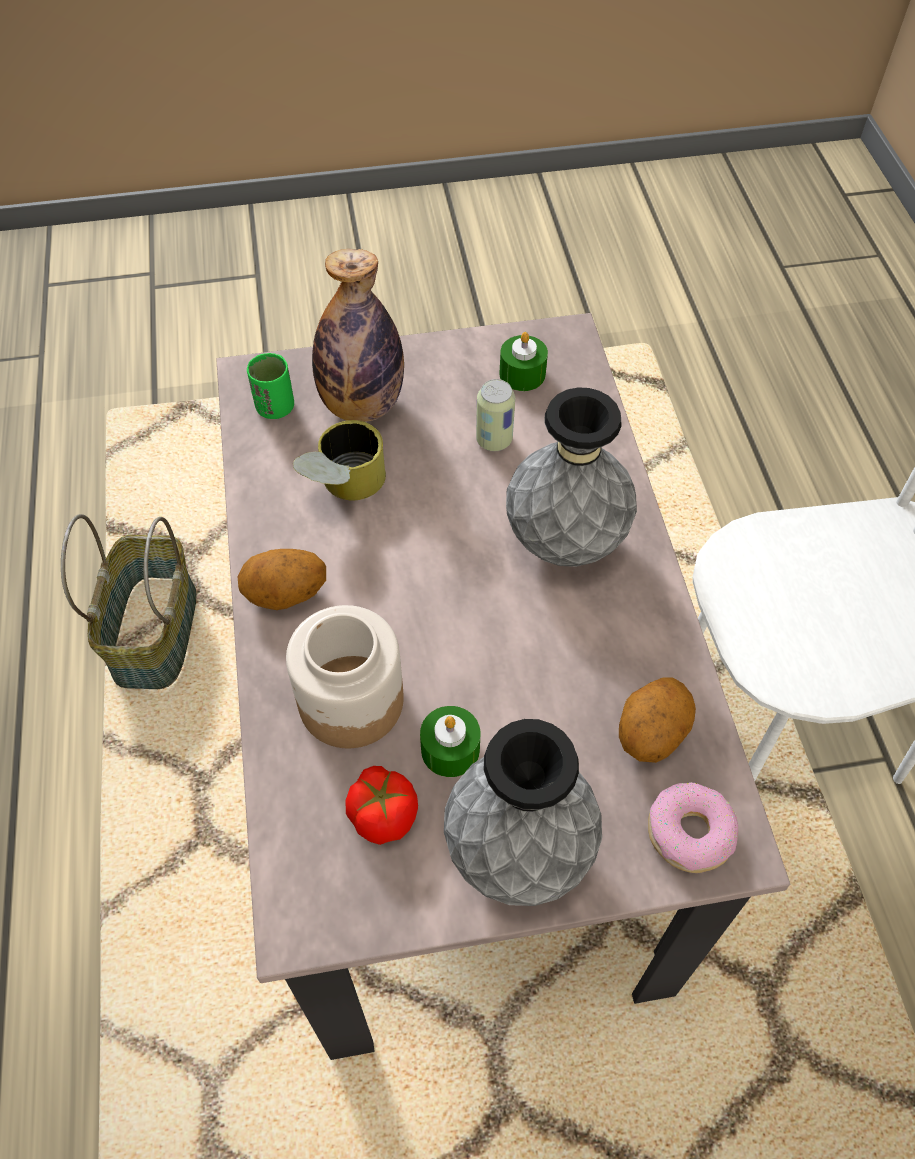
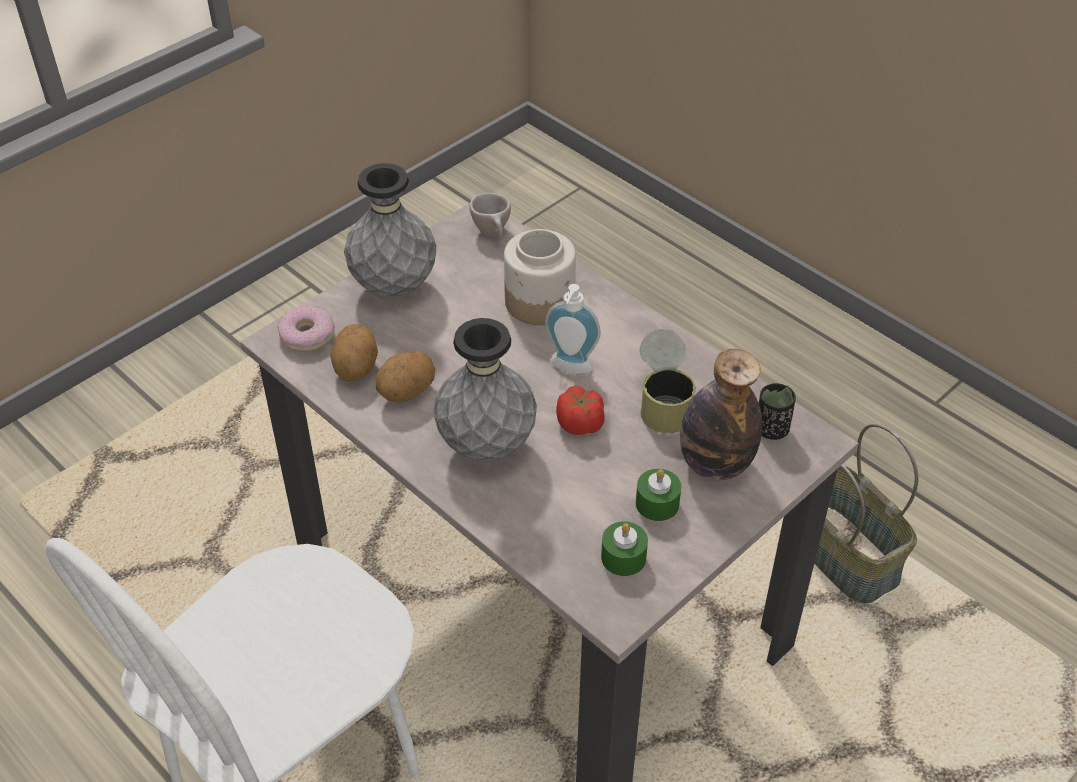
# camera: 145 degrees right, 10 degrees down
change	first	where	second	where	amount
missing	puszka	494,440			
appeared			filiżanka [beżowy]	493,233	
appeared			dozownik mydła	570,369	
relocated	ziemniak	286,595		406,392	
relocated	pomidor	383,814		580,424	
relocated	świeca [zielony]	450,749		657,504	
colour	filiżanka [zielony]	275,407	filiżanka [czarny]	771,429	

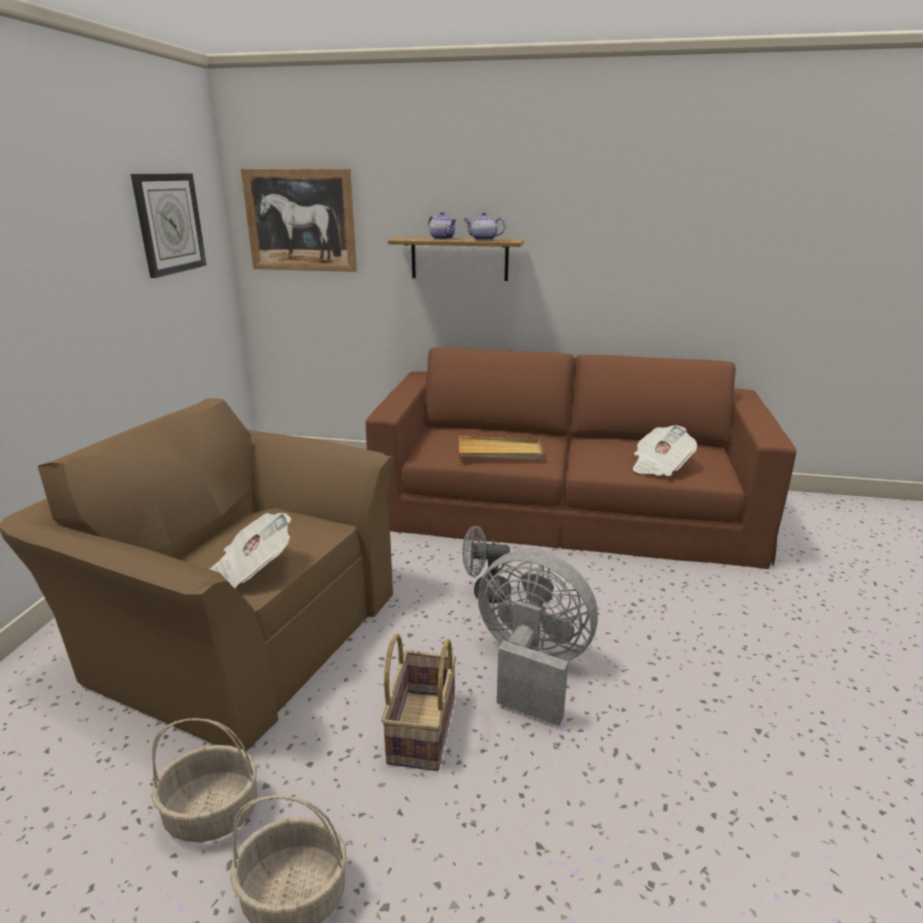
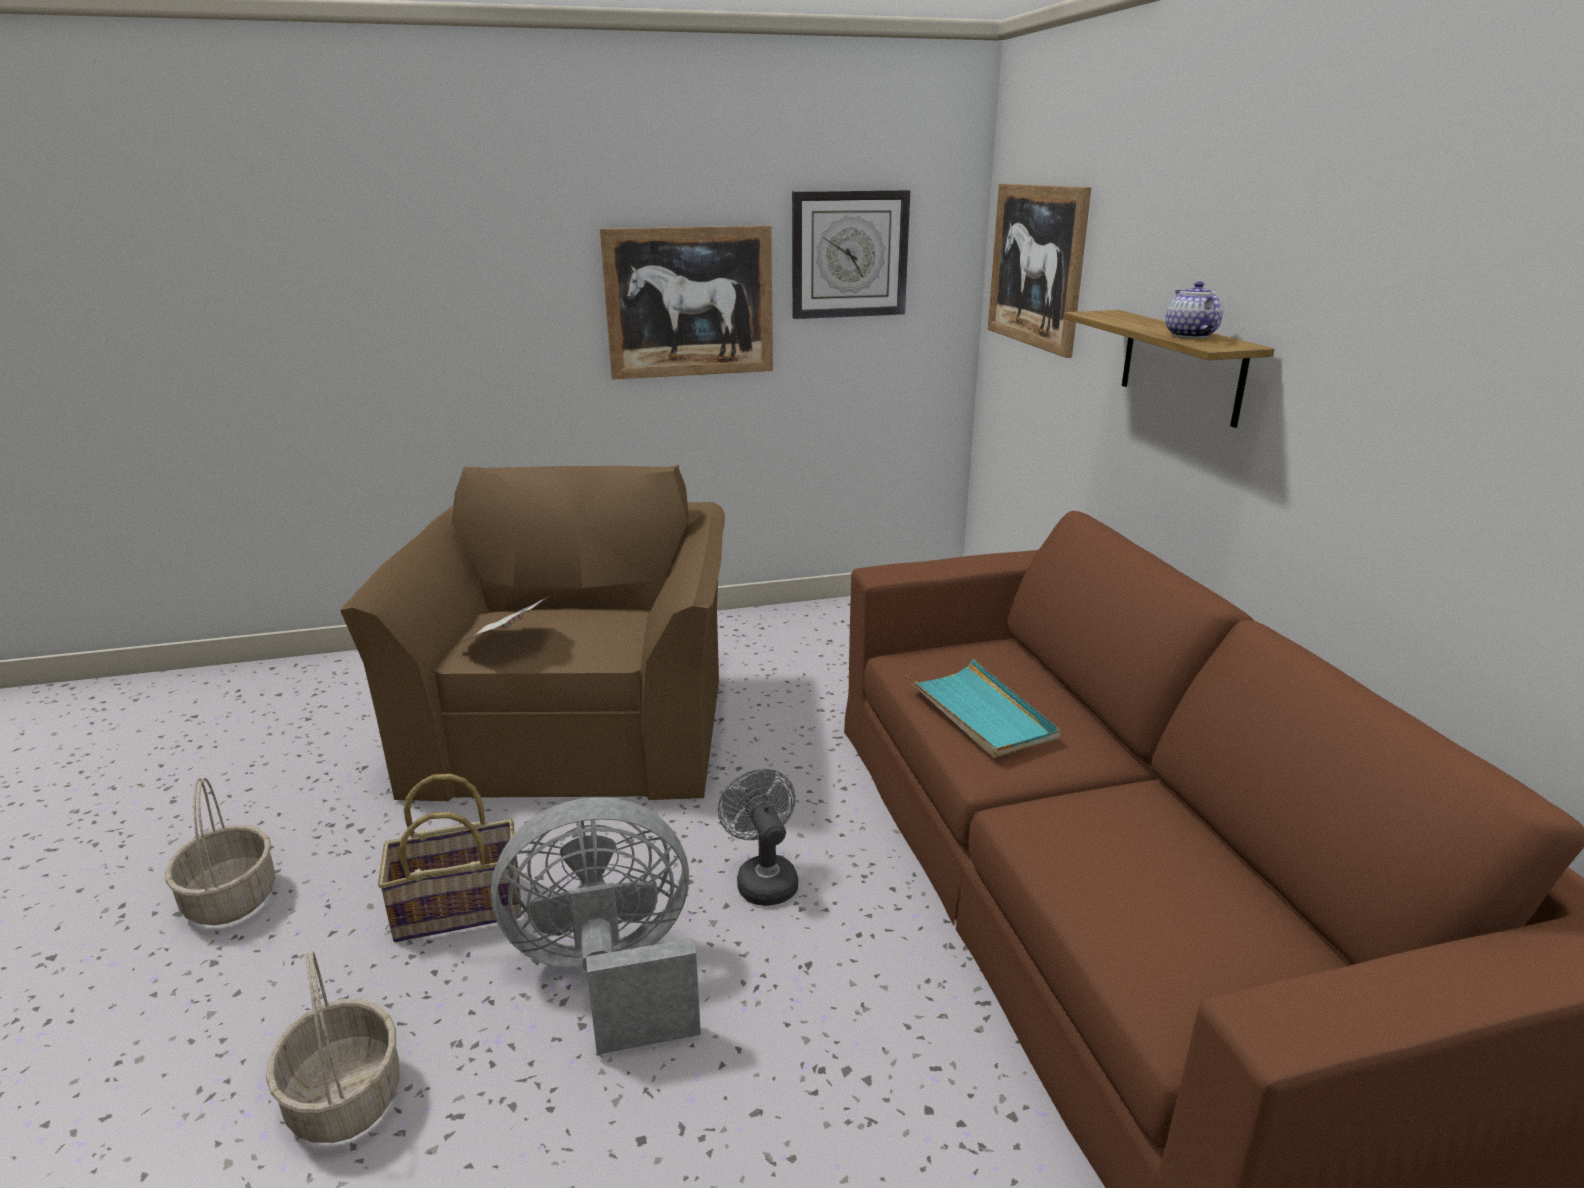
# camera: 65 degrees right, 0 degrees up
change	first	where	second	where	amount
missing	imbryk	443,239			
missing	gazeta	659,466			
appeared			obraz	690,302	
relocated	koszyk	211,814		344,1097	
colour	taca [beżowy]	500,451	taca [turkusowy]	980,713	
spun	wentylator [szary]	531,668		609,976	105 degrees counterclockwise

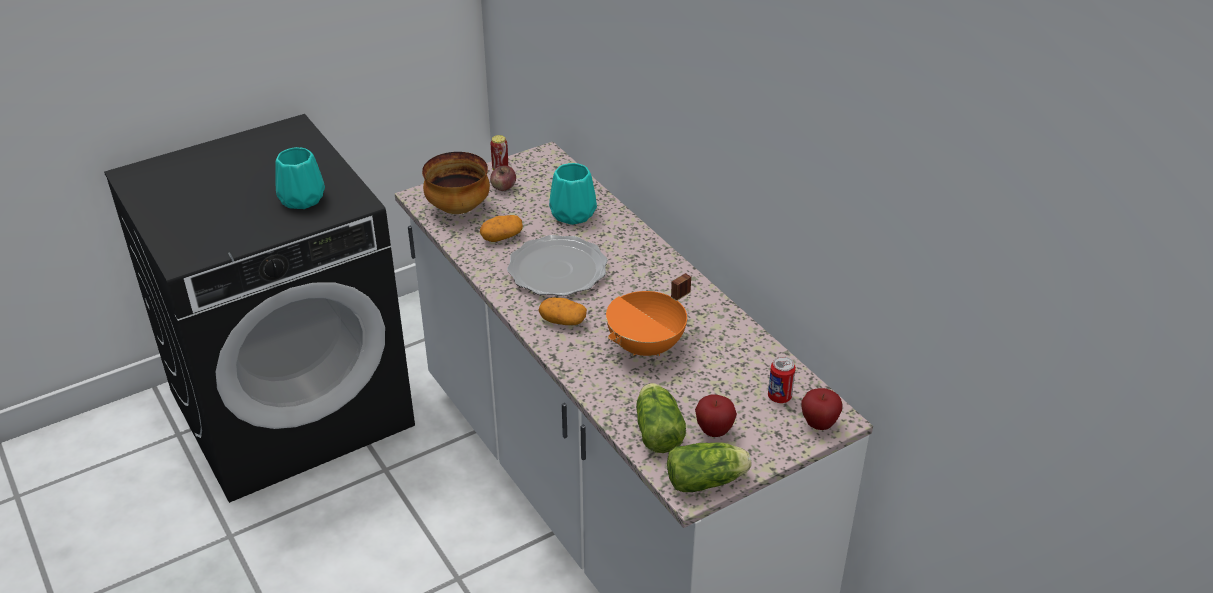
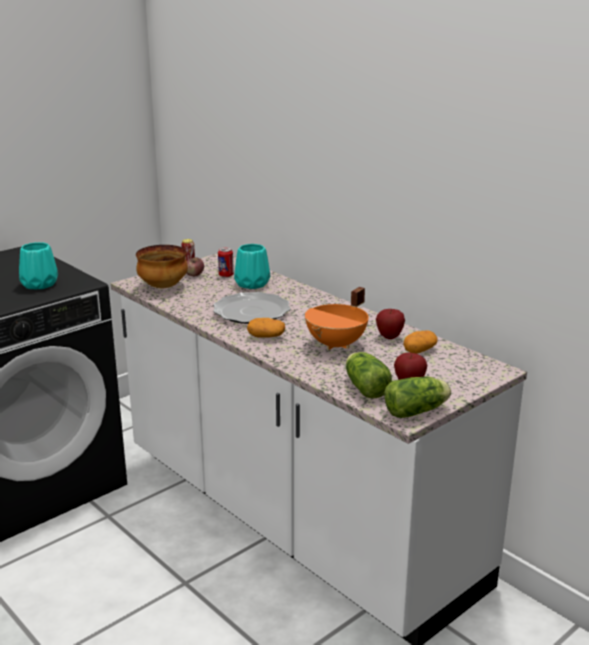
# camera: 10 degrees left, 15 degrees down
change	first	where	second	where	amount
relocated	ziemniak	501,237		419,350	
relocated	puszka	779,397		226,275	
relocated	jabłko	819,424		389,337	

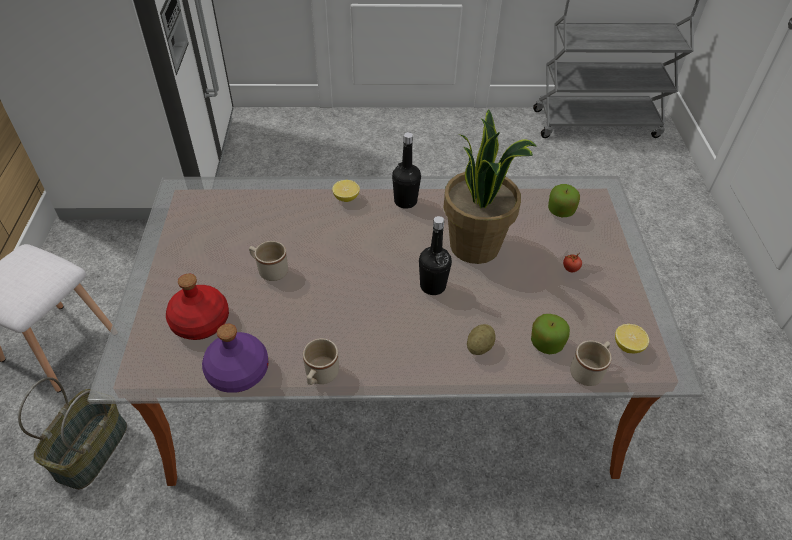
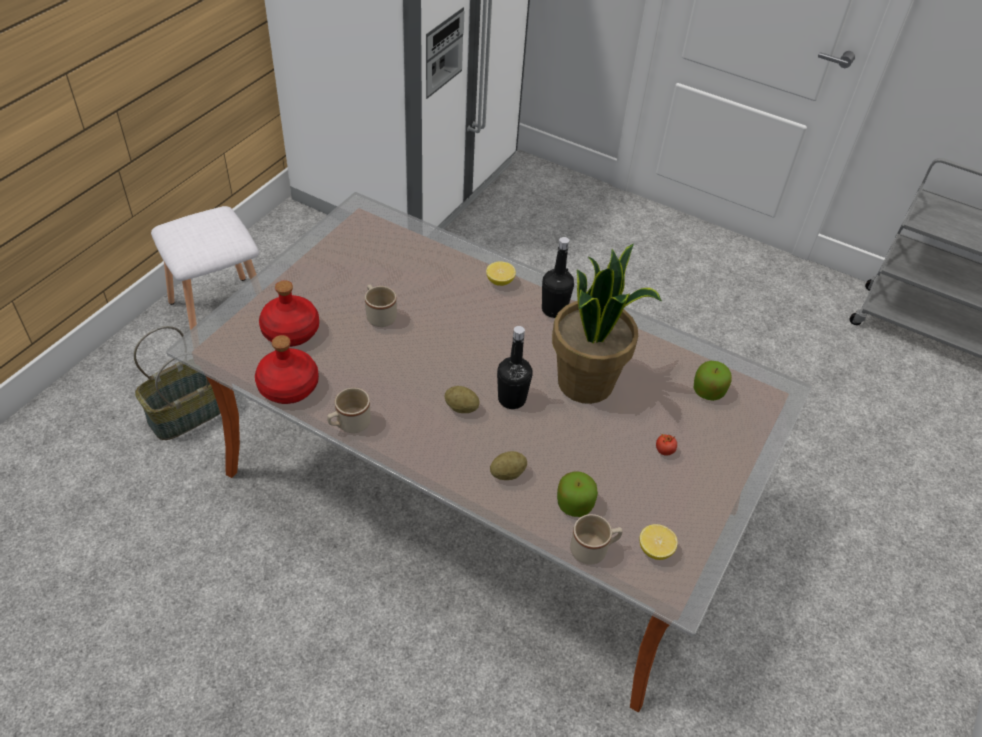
# camera: 30 degrees right, 0 degrees up
change	first	where	second	where	amount
appeared			ziemniak	461,408	
colour	butelka [fioletowy]	237,371	butelka [czerwony]	288,386	

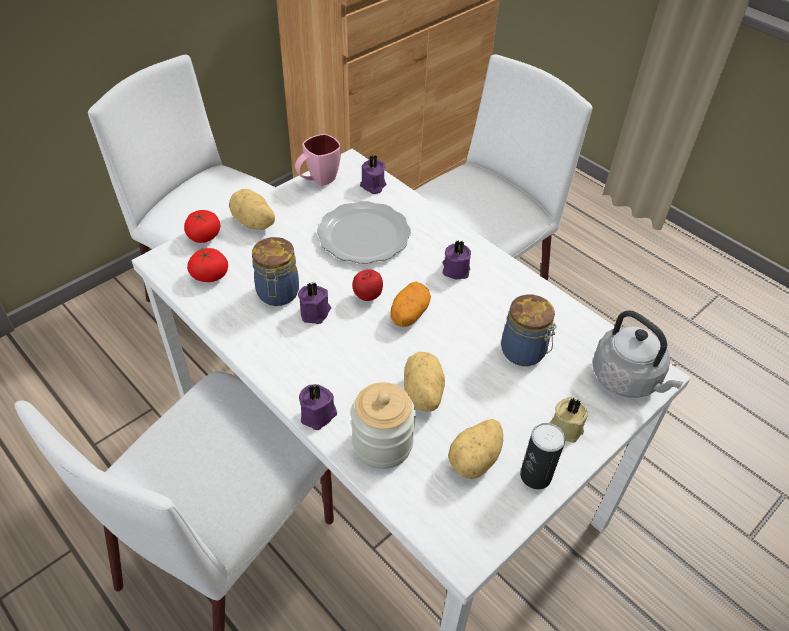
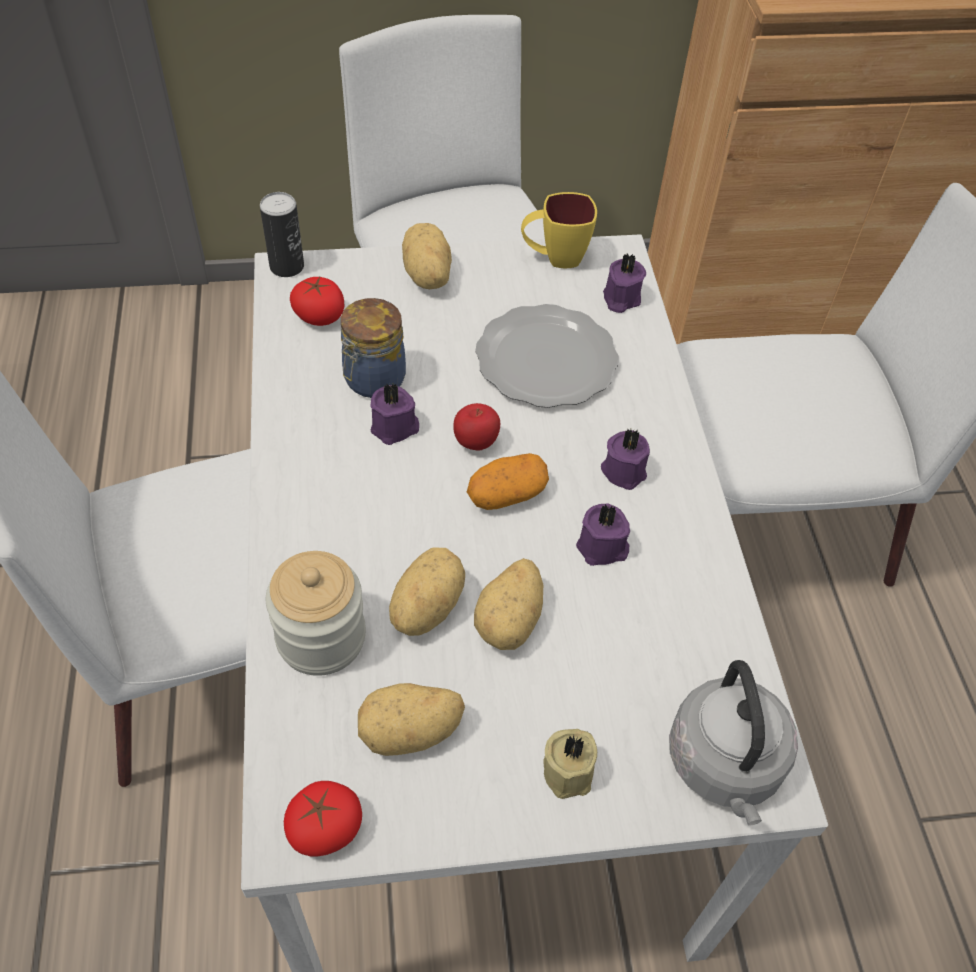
# camera: 35 degrees right, 5 degrees up
change	first	where	second	where	amount
missing	słoik	524,352			
appeared			ziemniak	511,621	
relocated	pomidor	204,236		325,827	
relocated	świeca [fioletowy]	319,415		603,548	
relocated	puszka	535,476		287,266	
colour	kubek [różowy]	318,181	kubek [żółty]	554,258	

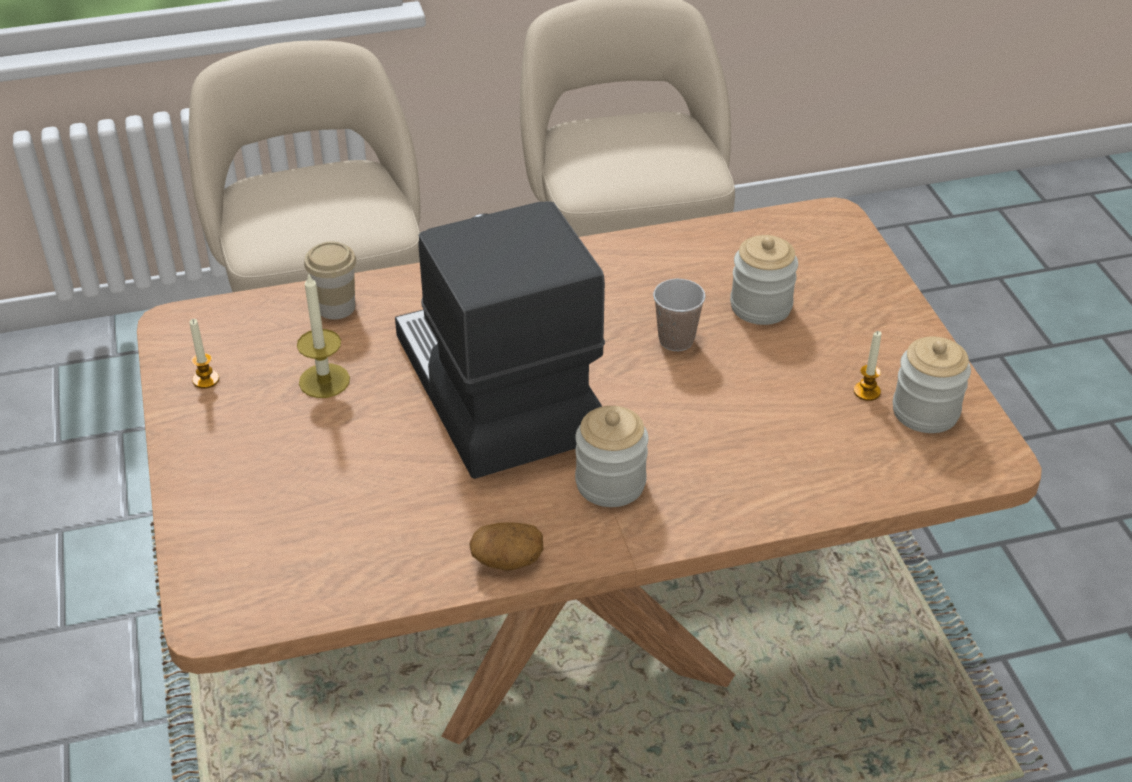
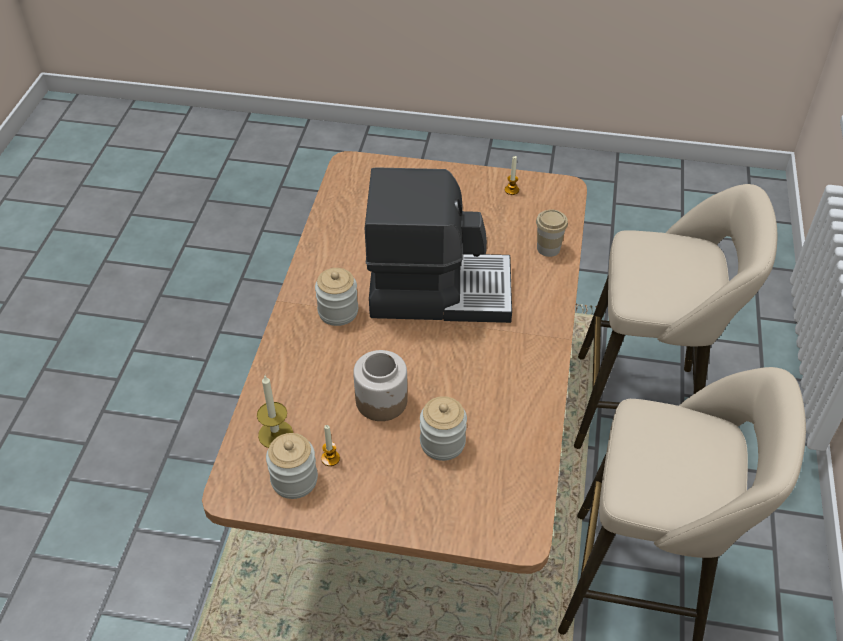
# camera: 115 degrees right, 5 degrees up
change	first	where	second	where	amount
missing	ziemniak	507,559			
missing	filiżanka	676,340			
appeared			słoik	382,400	
relocated	świeca	324,381		275,434	

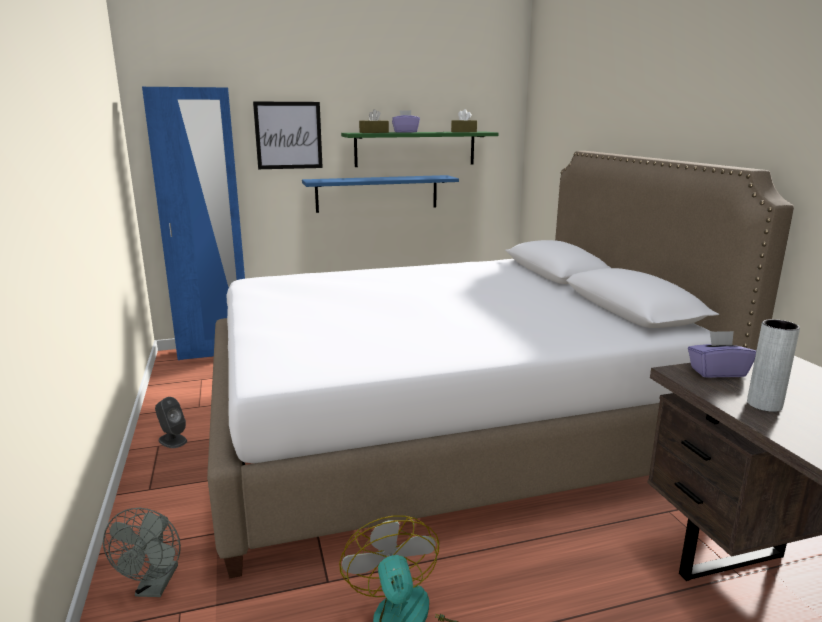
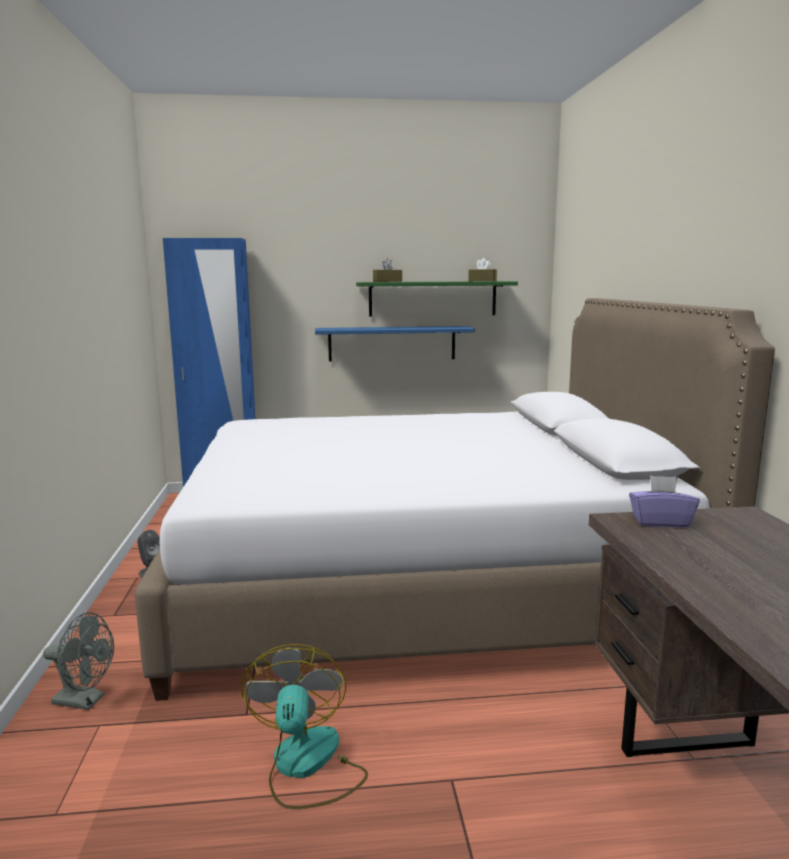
# camera: 10 degrees right, 5 degrees down
change	first	where	second	where	amount
missing	obraz	288,135			
missing	pudełko chusteczek [fioletowy]	405,132			
missing	wazon [szary]	764,404			
spun	wentylator [szary]	154,587		85,701	90 degrees counterclockwise

